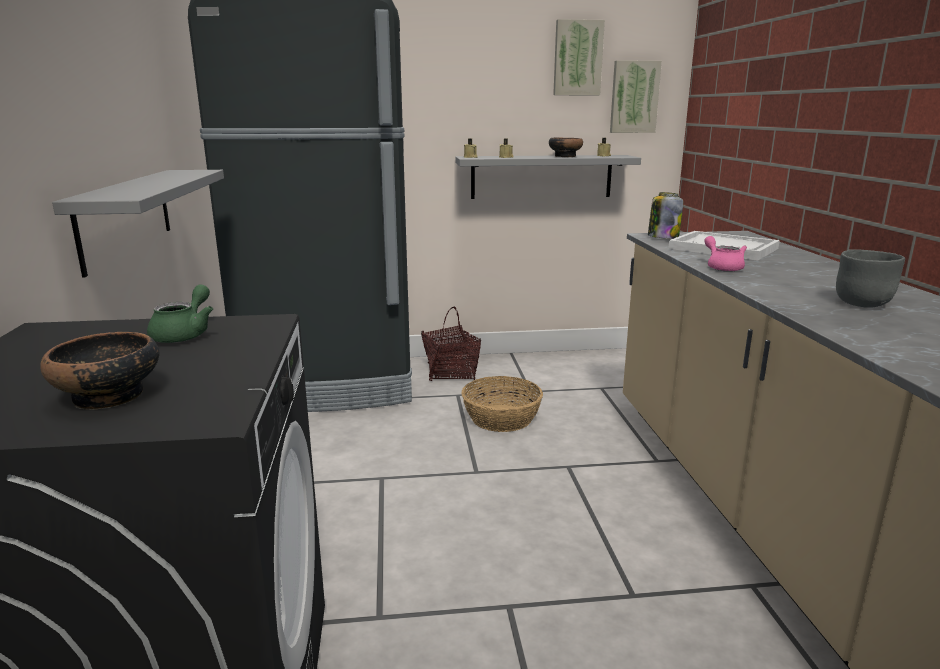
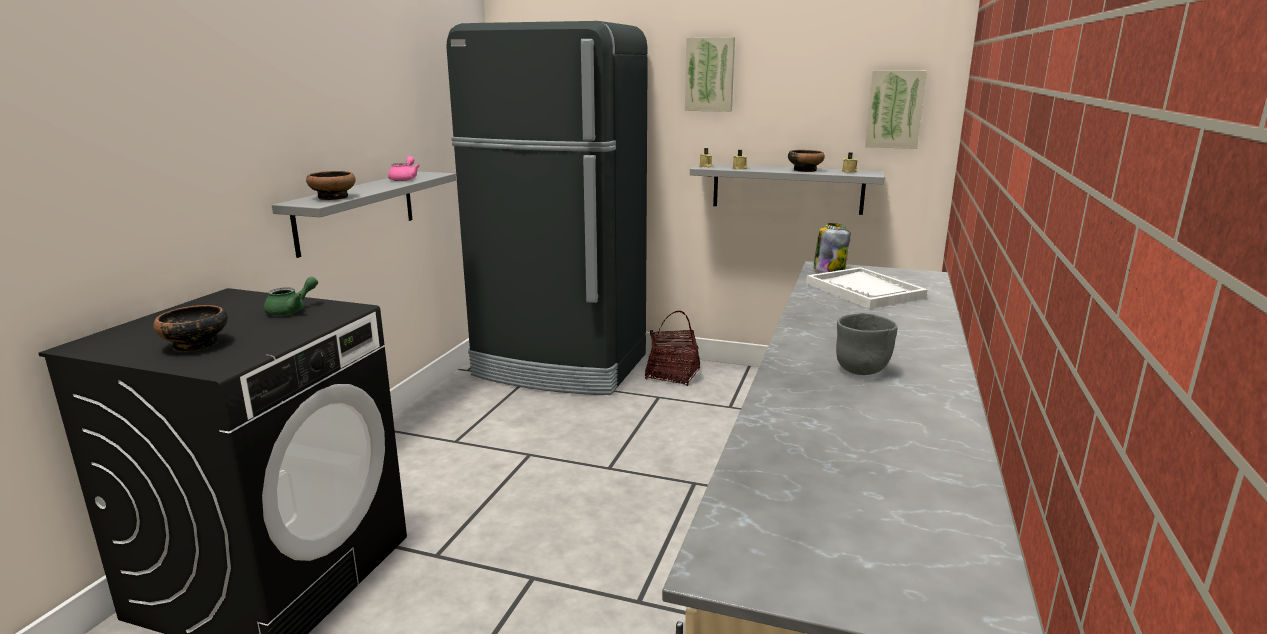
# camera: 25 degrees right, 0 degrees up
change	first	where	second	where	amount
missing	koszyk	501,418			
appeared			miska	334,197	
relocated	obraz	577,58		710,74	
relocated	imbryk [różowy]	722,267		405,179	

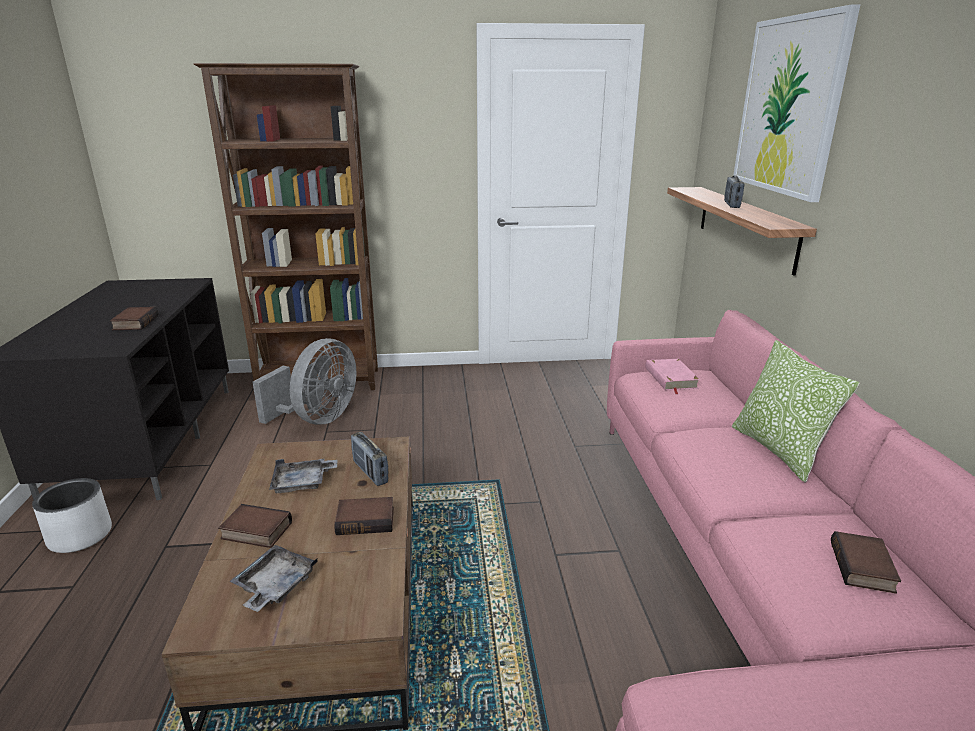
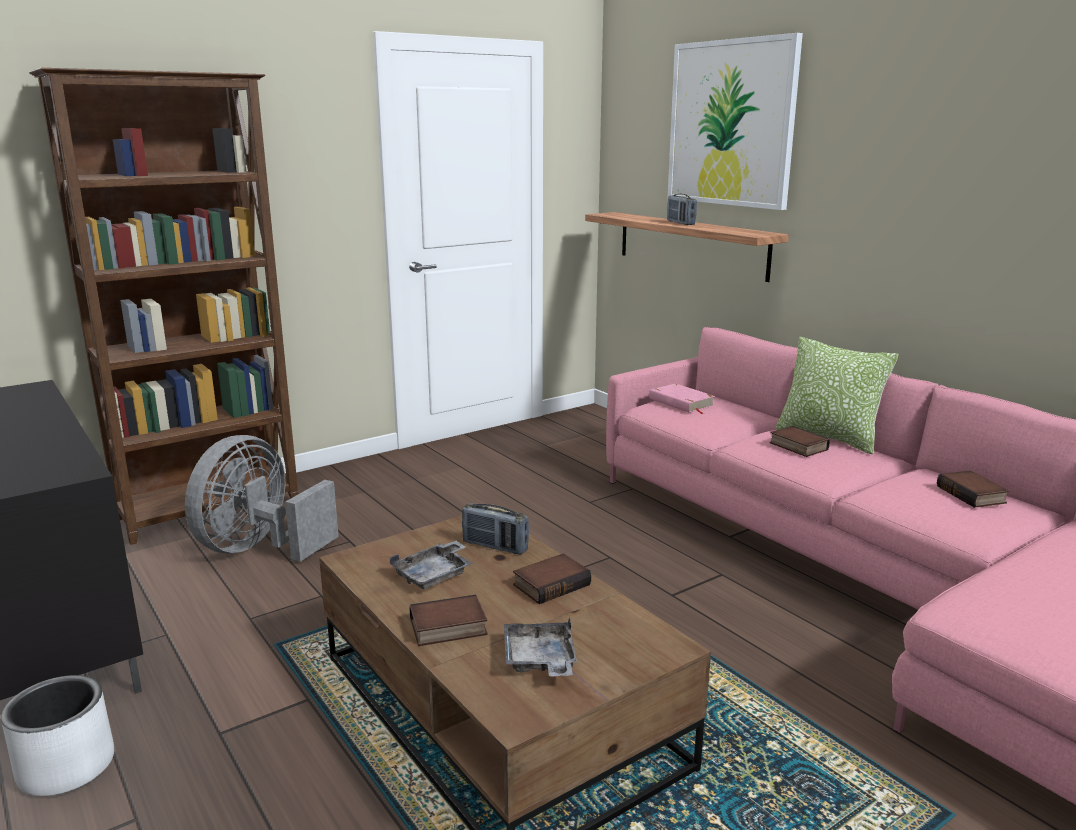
# camera: 30 degrees left, 5 degrees down
change	first	where	second	where	amount
relocated	książka	134,322		797,446	
spun	wentylator [szary]	318,418		259,548	150 degrees counterclockwise

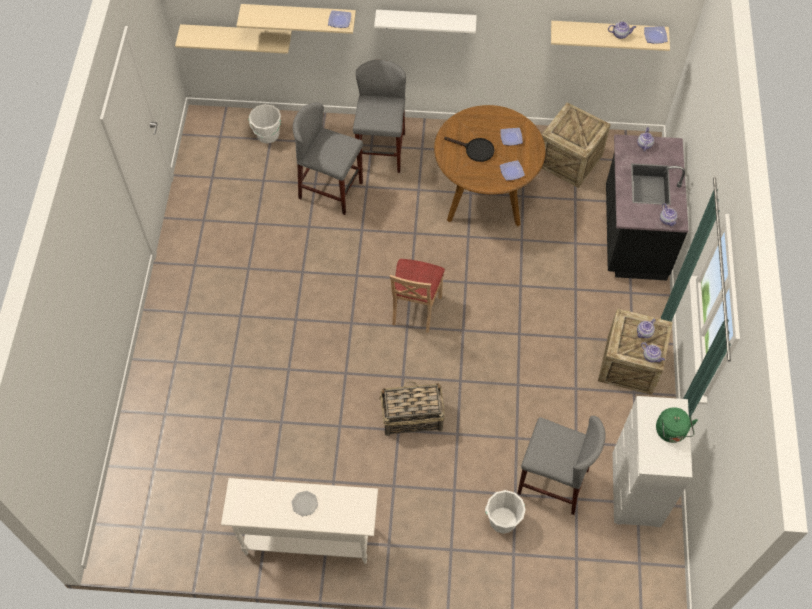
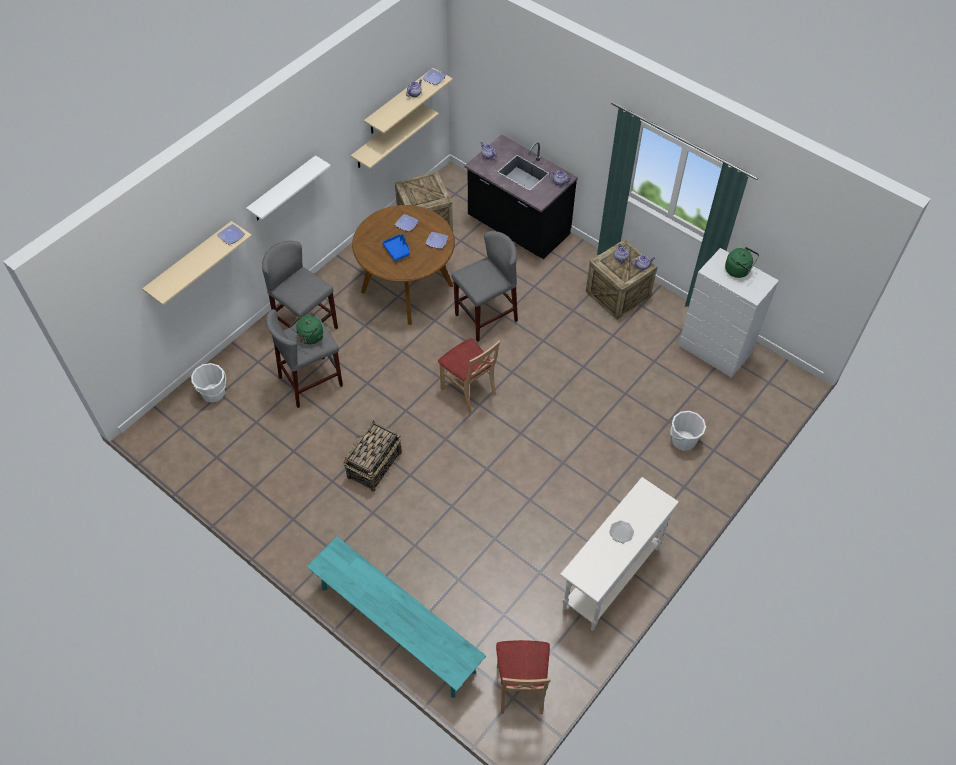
# camera: 55 degrees left, 5 degrees down
change	first	where	second	where	amount
appeared			czajnik [zielony]	310,337	
appeared			ławka [turkusowy]	397,629	
appeared			krzesło [beżowy]	521,688	
relocated	półka [beżowy]	237,36		386,136	
relocated	koszyk	411,417		374,465	
relocated	stołek [szary]	552,481		485,317	
exchanged	patelnia [czarny]	475,150	taca [niebieski]	397,250	

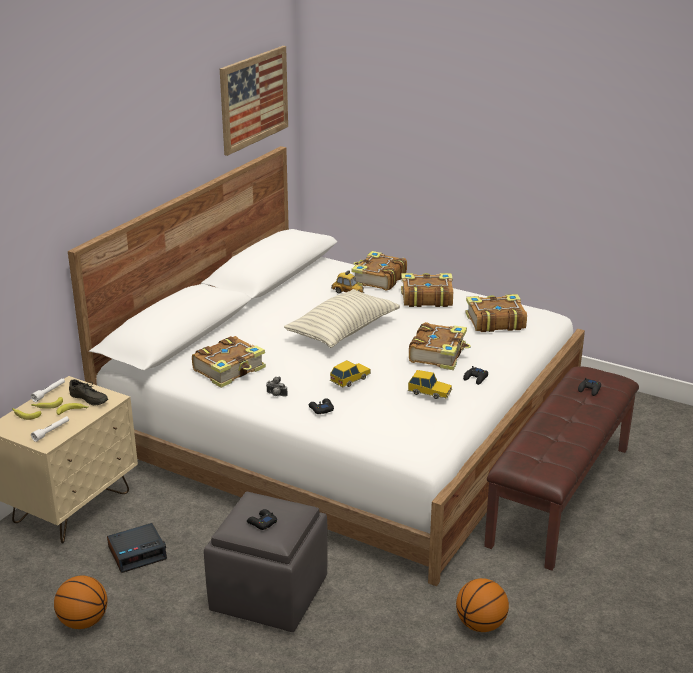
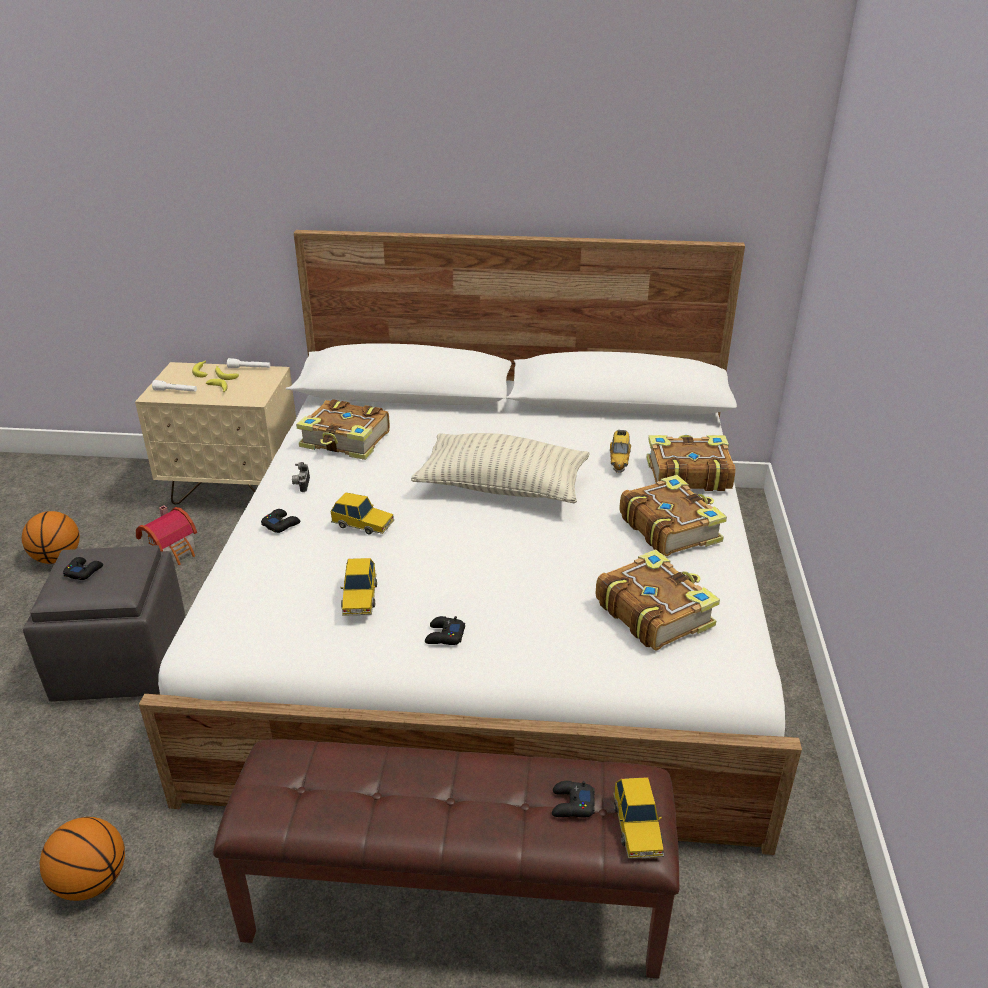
# camera: 65 degrees right, 5 degrees up
change	first	where	second	where	amount
missing	but [szary]	88,400			
missing	obraz	254,99			
missing	książka	439,354			
appeared			samochodzik	637,827	
exchanged	budzik	138,552	domek	173,550	

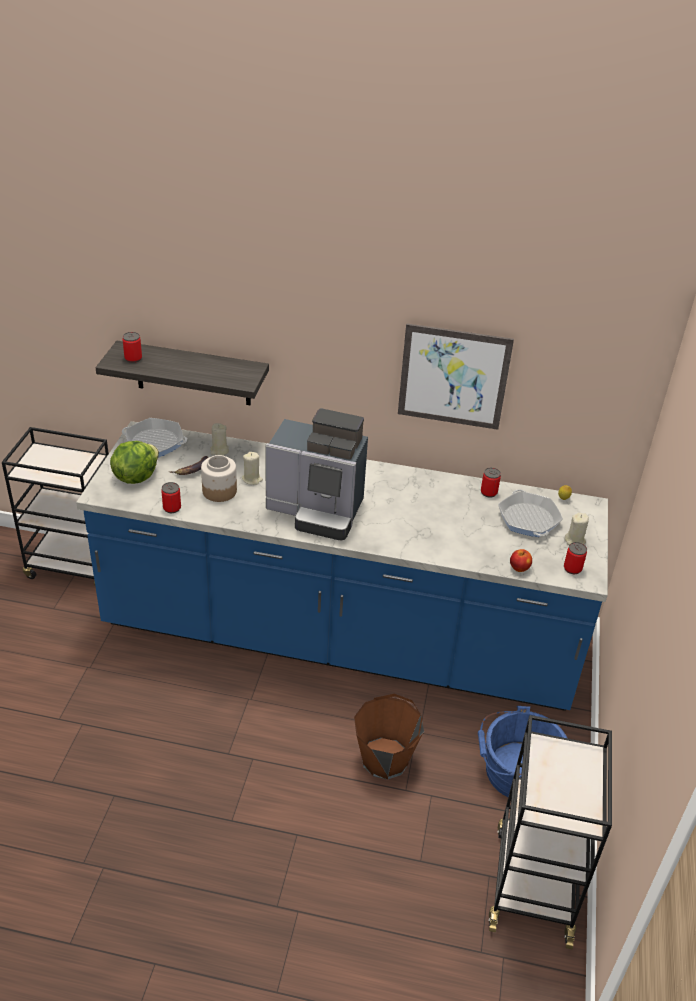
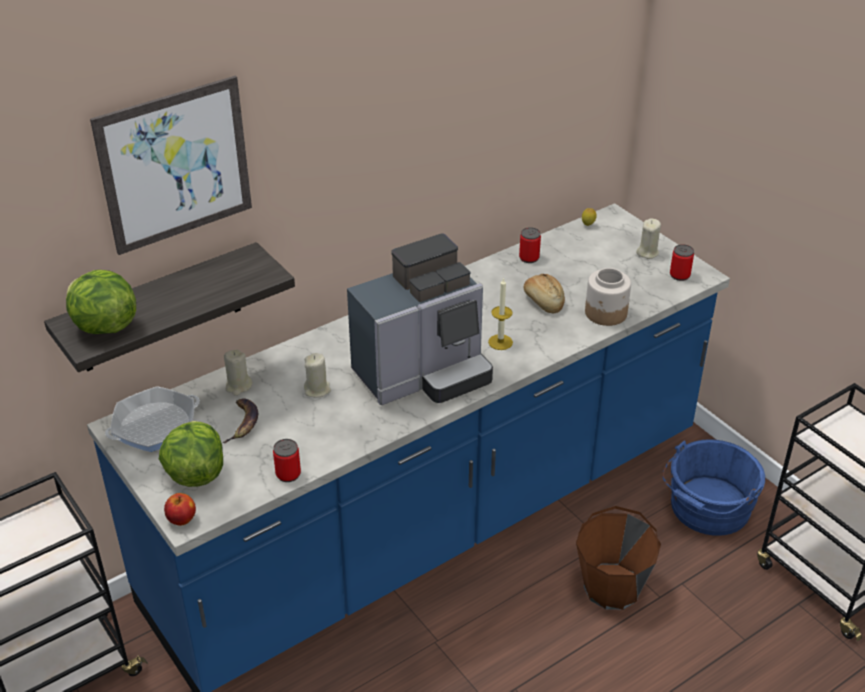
# camera: 45 degrees left, 0 degrees up
change	first	where	second	where	amount
missing	patelnia	528,519			
appeared			świeca	500,342	
appeared			chleb	543,301	
relocated	słoik	219,491		606,313	
relocated	obraz	453,377		175,165	
relocated	jabłko	519,568		181,519	
exchanged	puszka	133,358	sałata	104,326	

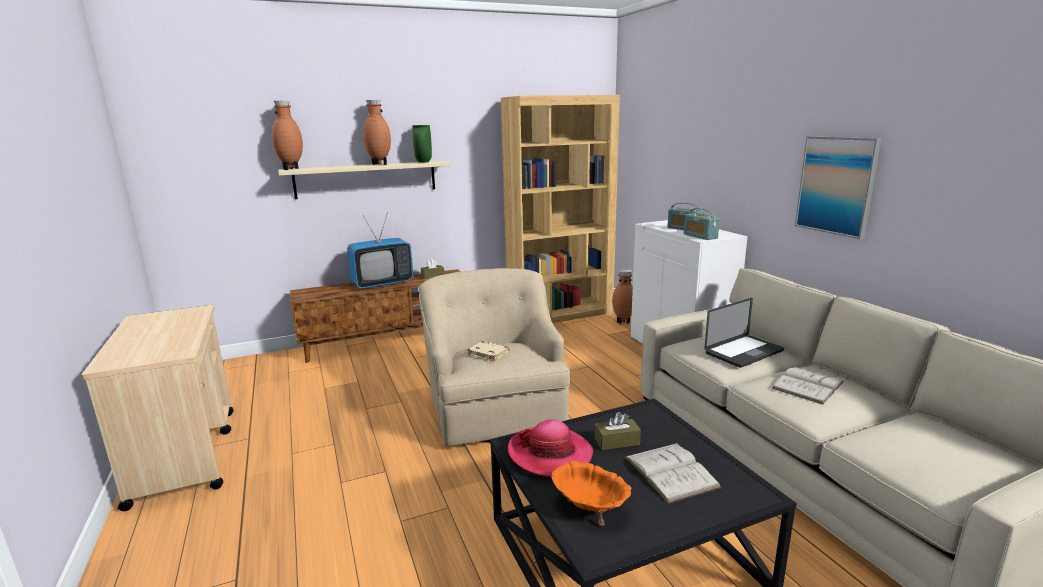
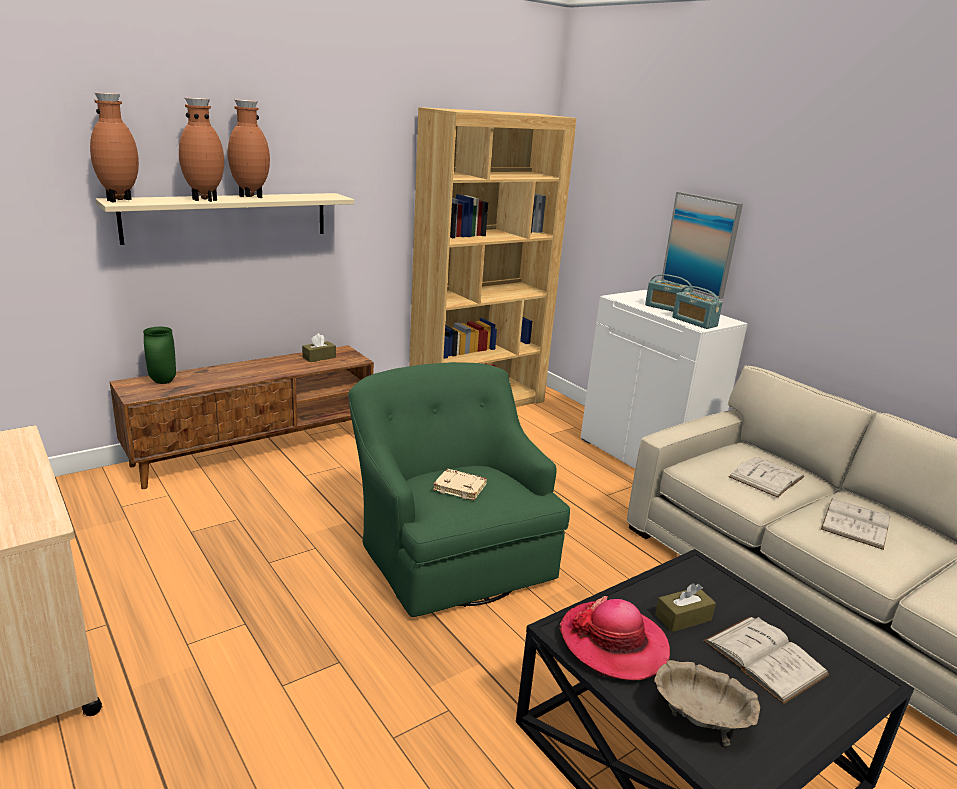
# camera: 15 degrees left, 5 degrees up
change	first	where	second	where	amount
missing	telewizor	382,283			
relocated	wazon [zielony]	424,162		163,381	
relocated	wazon [brązowy]	623,322		205,199	
relocated	obraz	836,185		701,244	
exchanged	laptop	743,352	książka [biały]	766,477	
colour	fotel [beżowy]	495,408	fotel [zielony]	450,552	
colour	miska [pomarańczowy]	589,507	miska [beżowy]	699,720	

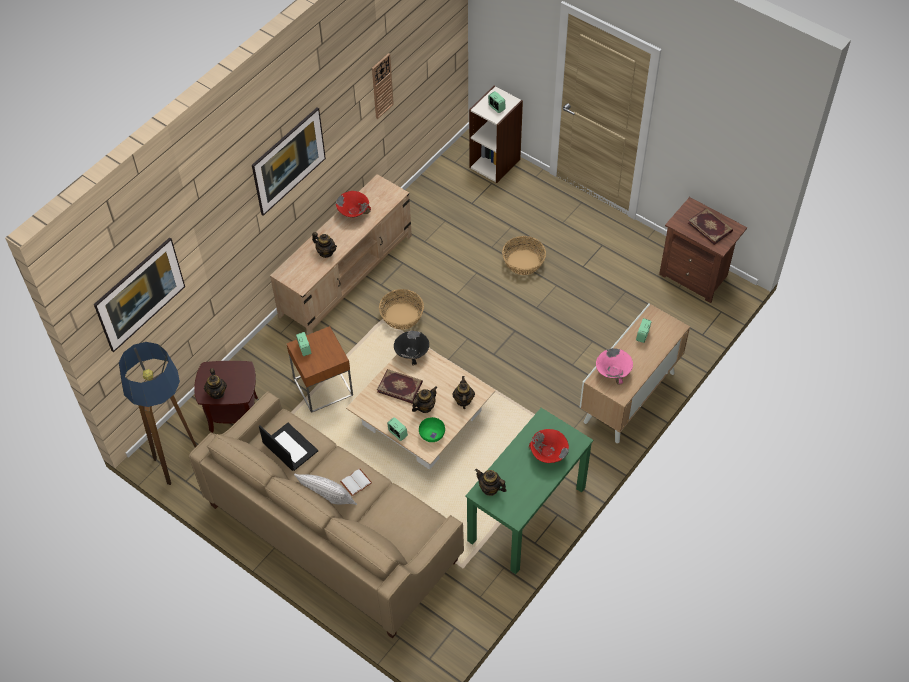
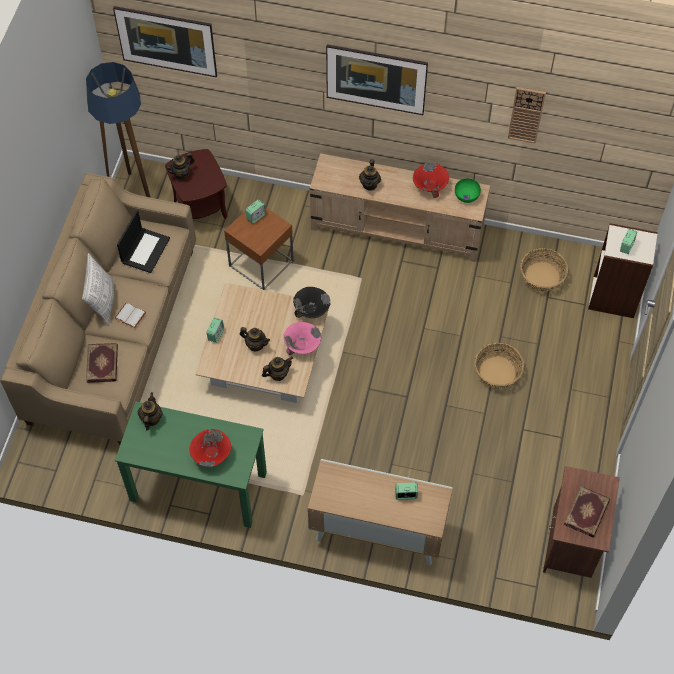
# camera: 65 degrees right, 5 degrees up
change	first	where	second	where	amount
relocated	książka	400,386		103,364	
relocated	koszyk	402,316		542,277	
relocated	miska [zielony]	432,434		467,195	
relocated	miska [różowy]	613,372		302,345	

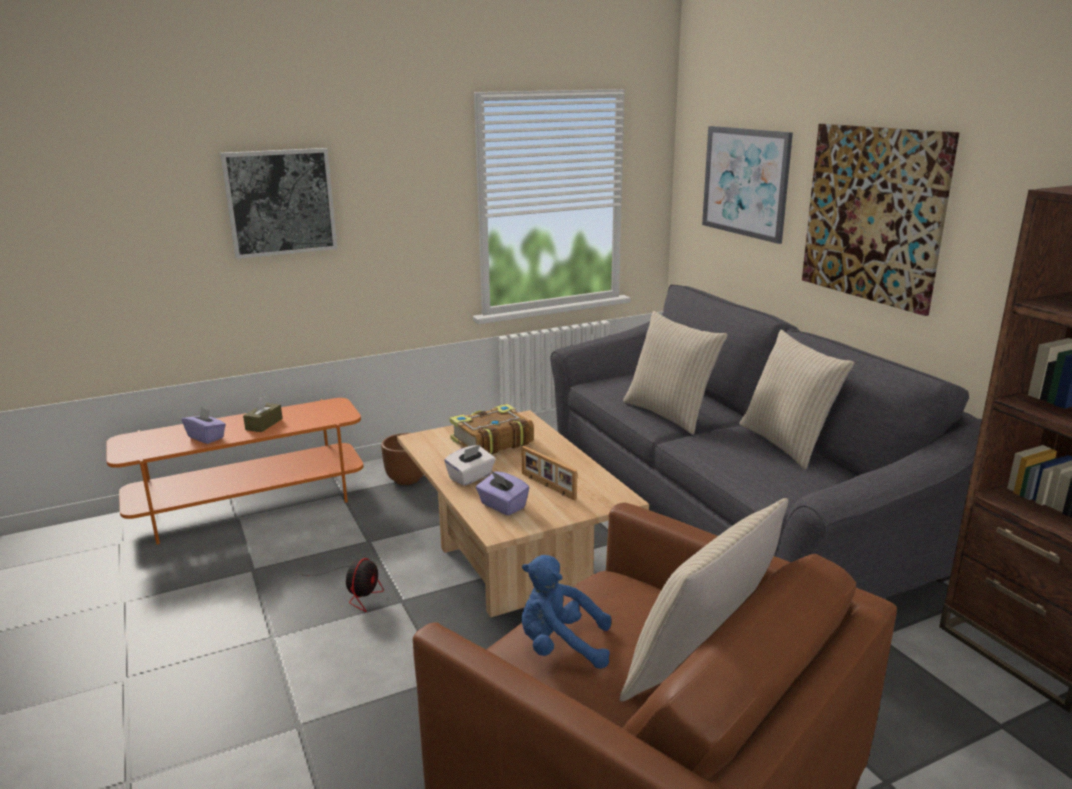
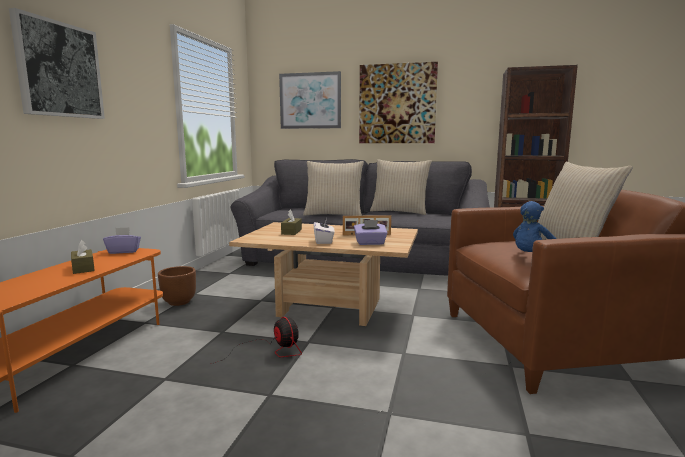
# camera: 50 degrees left, 10 degrees down
change	first	where	second	where	amount
relocated	pudełko chusteczek [fioletowy]	206,437		124,251	
exchanged	książka	491,441	pudełko chusteczek [brązowy]	291,232	

